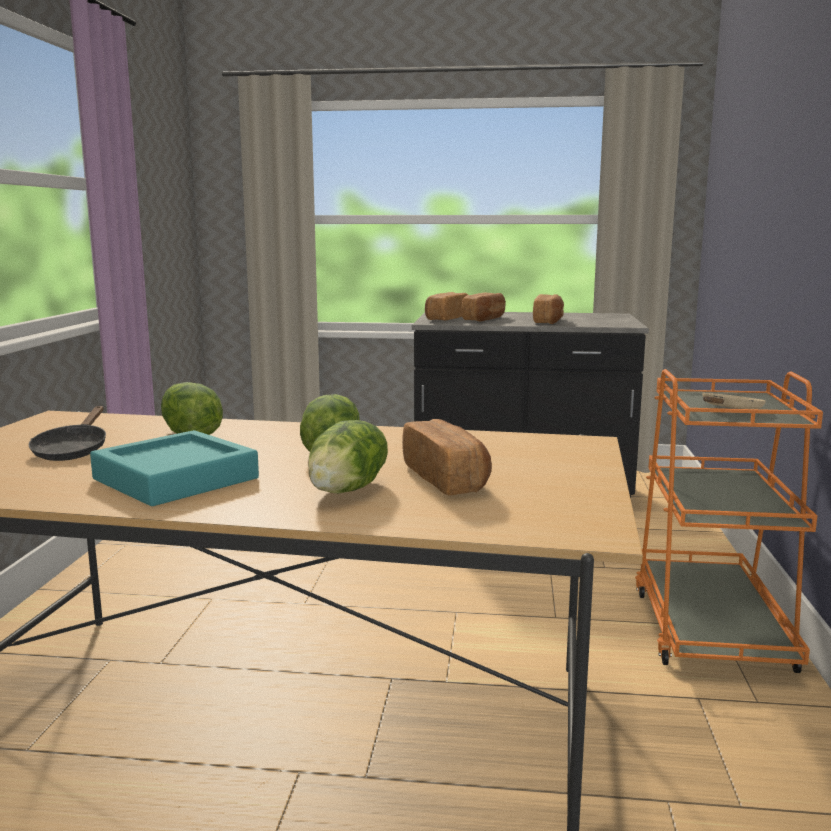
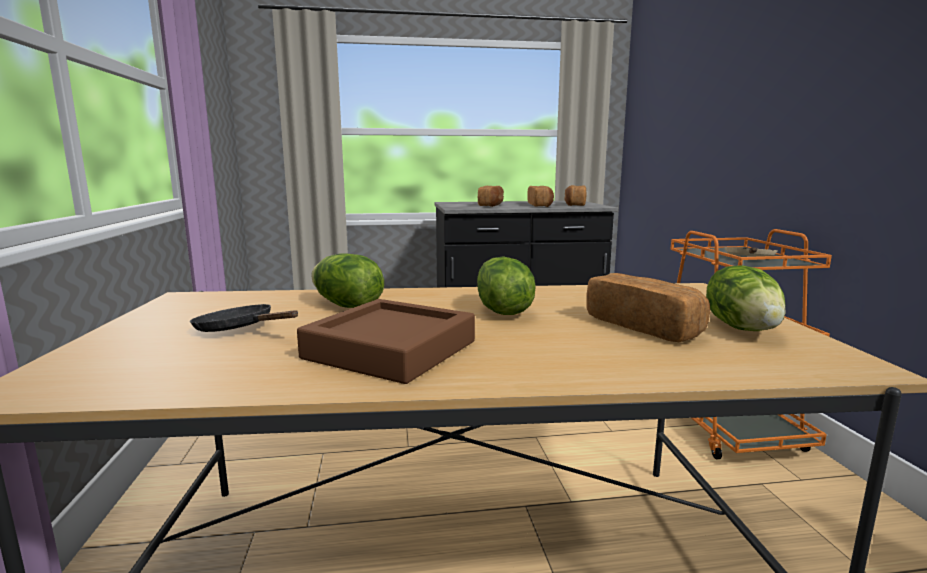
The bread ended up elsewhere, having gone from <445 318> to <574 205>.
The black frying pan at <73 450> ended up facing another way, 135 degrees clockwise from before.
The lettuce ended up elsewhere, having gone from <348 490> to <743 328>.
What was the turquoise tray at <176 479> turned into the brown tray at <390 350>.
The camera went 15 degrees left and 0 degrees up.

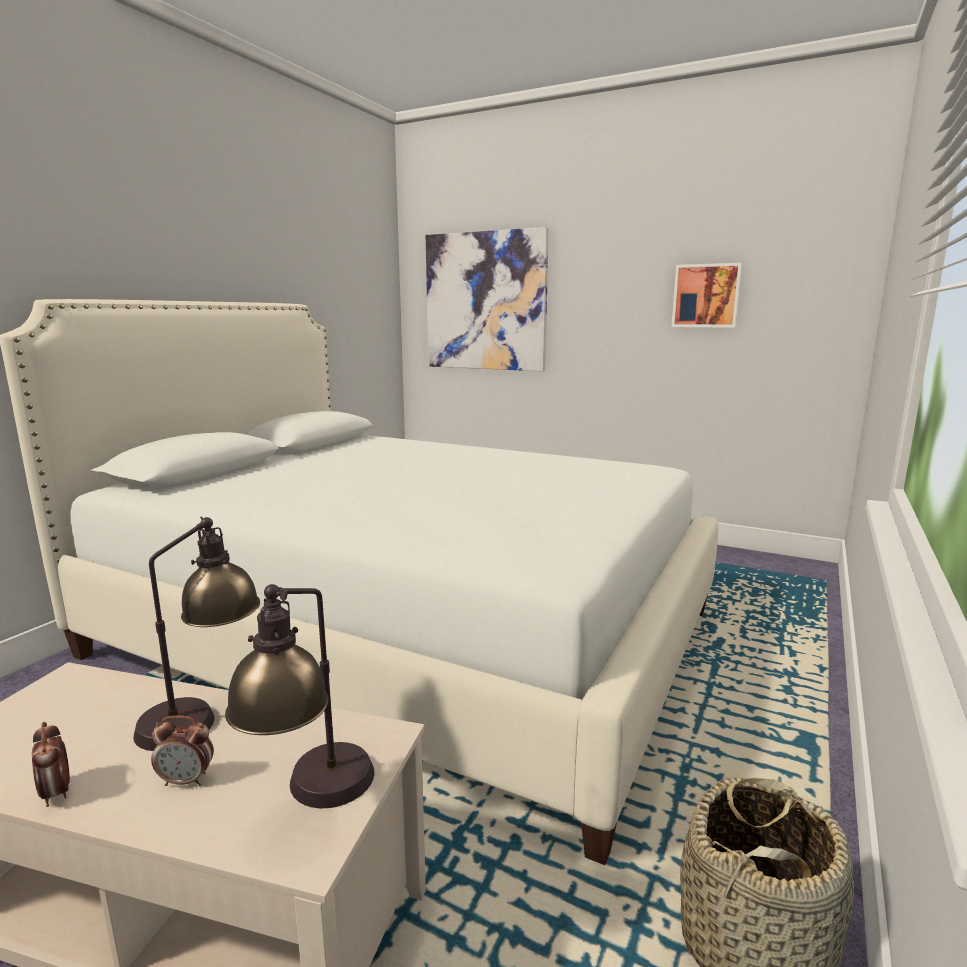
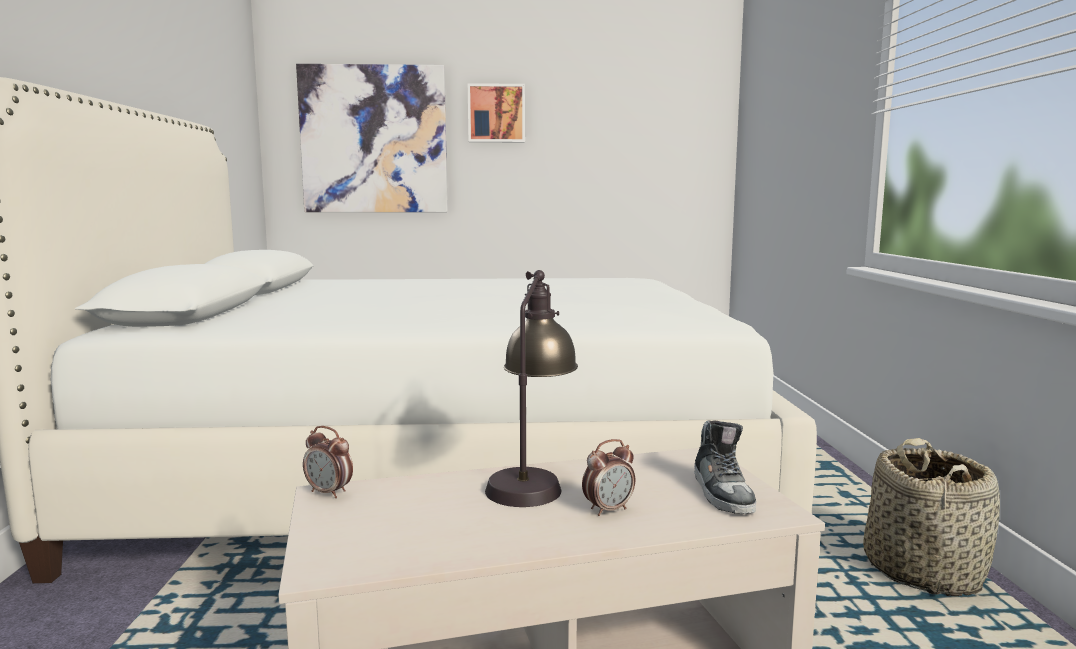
The picture ended up elsewhere, having gone from <706 296> to <496 113>.
Where the table lamp stood at <312 800>, the shoe came to stand at <722 493>.
The alarm clock ended up elsewhere, having gone from <56 793> to <329 493>.
The camera went 30 degrees left and 5 degrees down.

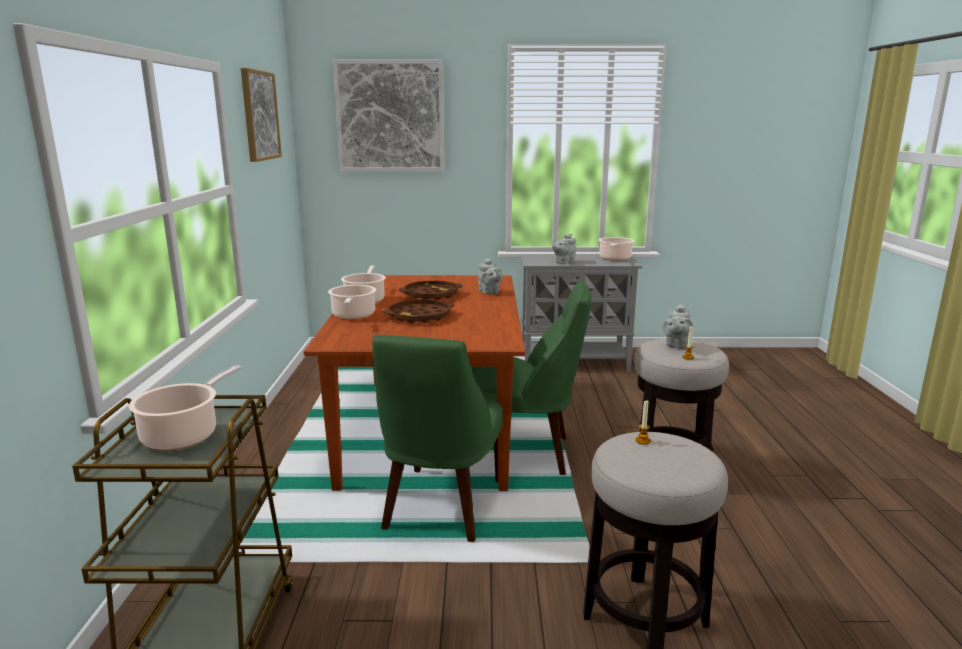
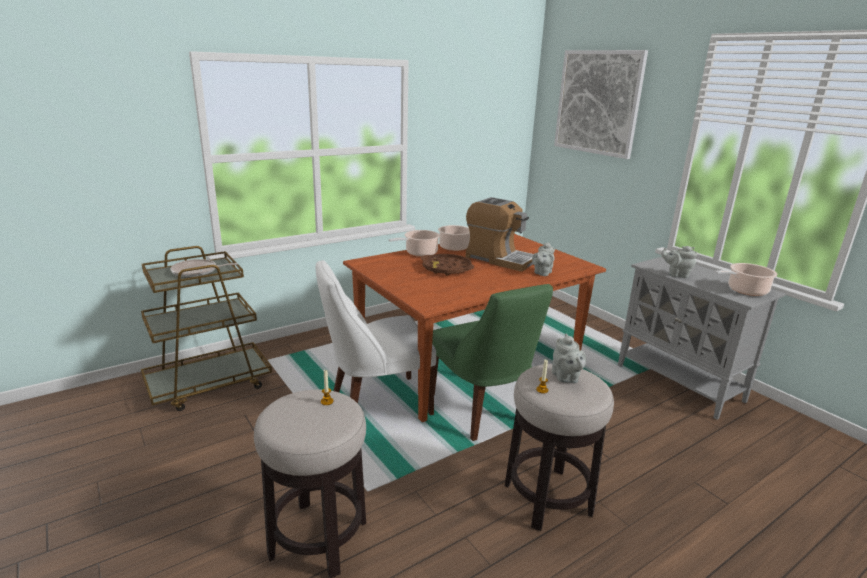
The second view lost the picture at <259 115>.
Where the brown tray stood at <431 295>, the coffee machine came to stand at <499 259>.
The grey teapot at <676 345> ended up facing another way, 90 degrees counterclockwise from before.
What was the green chair at <441 507> turned into the white chair at <376 403>.
Where the cooking pot stood at <184 434>, the frying pan came to stand at <197 272>.
The camera went 55 degrees right and 5 degrees up.

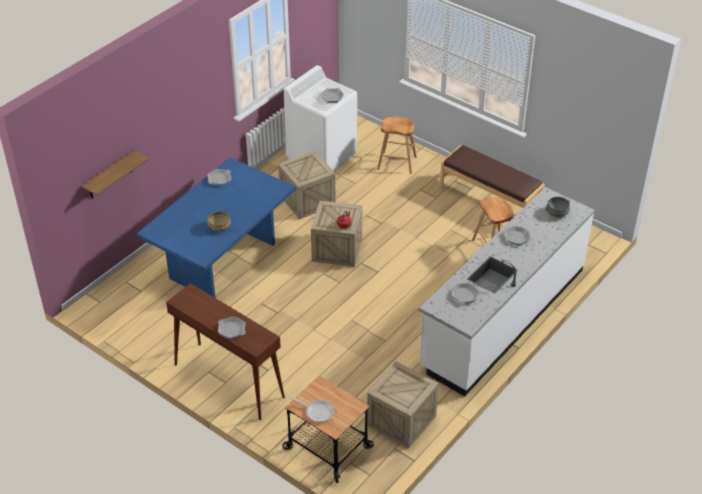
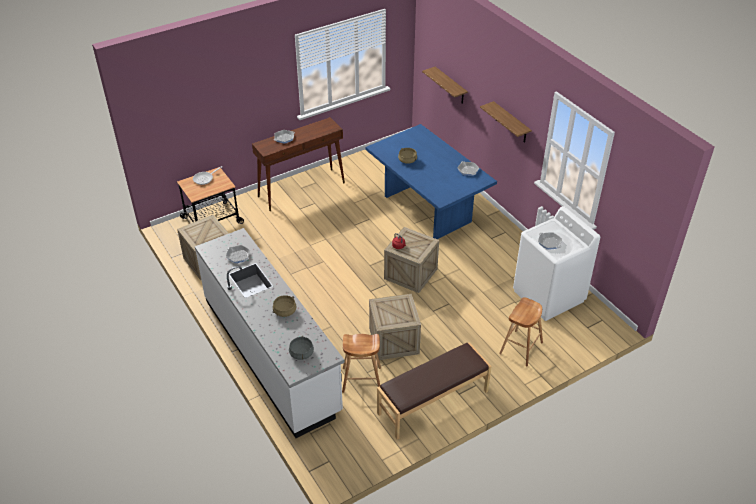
The crate ended up elsewhere, having gone from <307 200> to <394 341>.
Where the frying pan stood at <516 237>, the beige cooking pot came to stand at <284 311>.
The second view gained the shelf at <511 123>.
The camera went 110 degrees right and 0 degrees up.

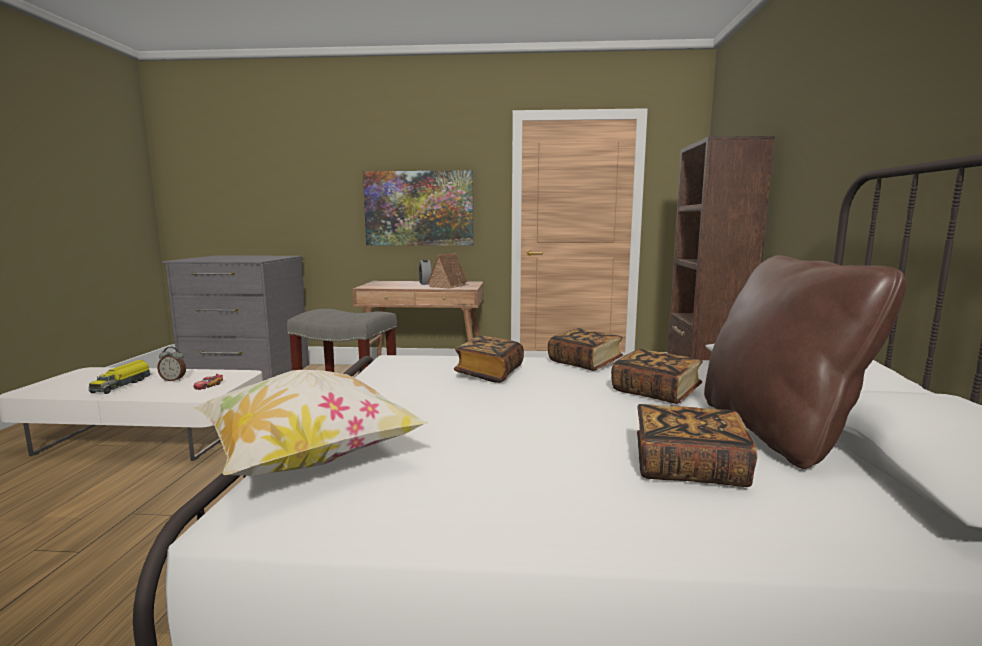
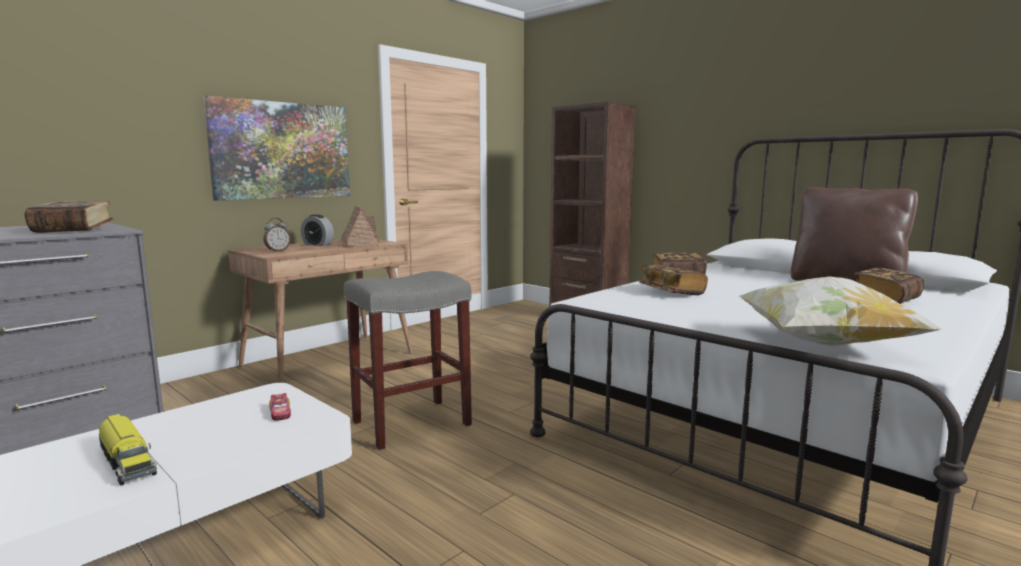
The alarm clock ended up elsewhere, having gone from <174 380> to <277 251>.
The book ended up elsewhere, having gone from <655 392> to <73 230>.
The camera went 50 degrees left and 0 degrees up.

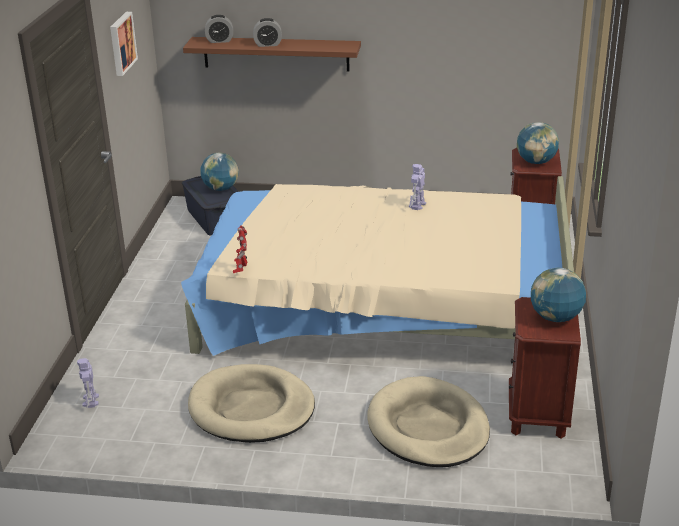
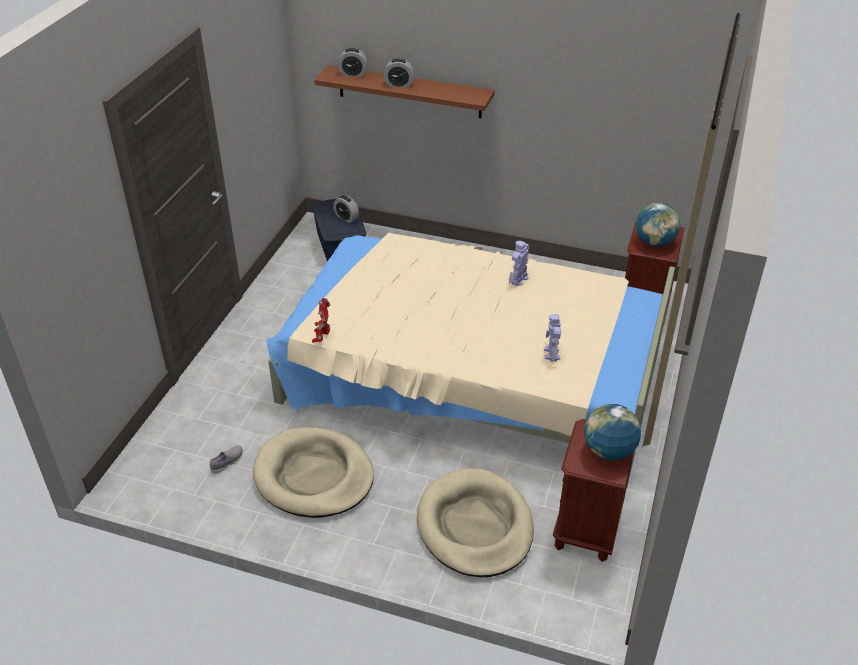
The second view lost the picture at <121 43>.
Where the globe stood at <221 188>, the alarm clock came to stand at <346 218>.
The toy robot ended up elsewhere, having gone from <90 401> to <551 354>.
The second view gained the grey shoe at <227 463>.
The camera went 10 degrees right and 10 degrees up.

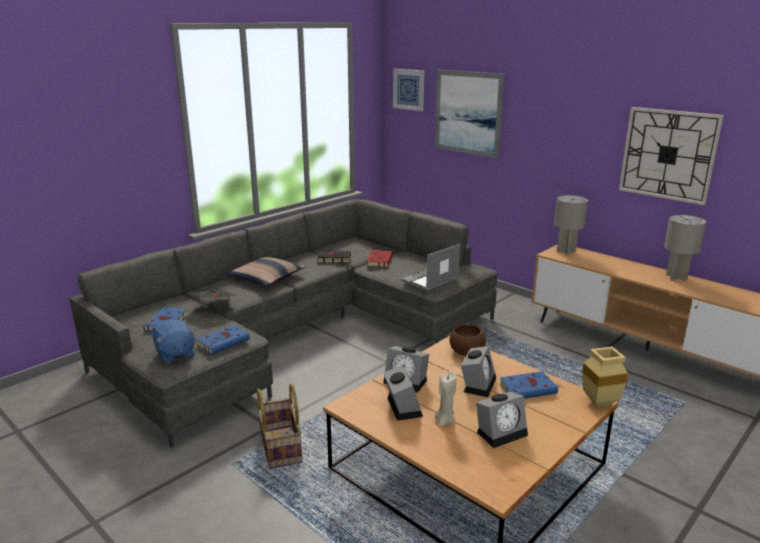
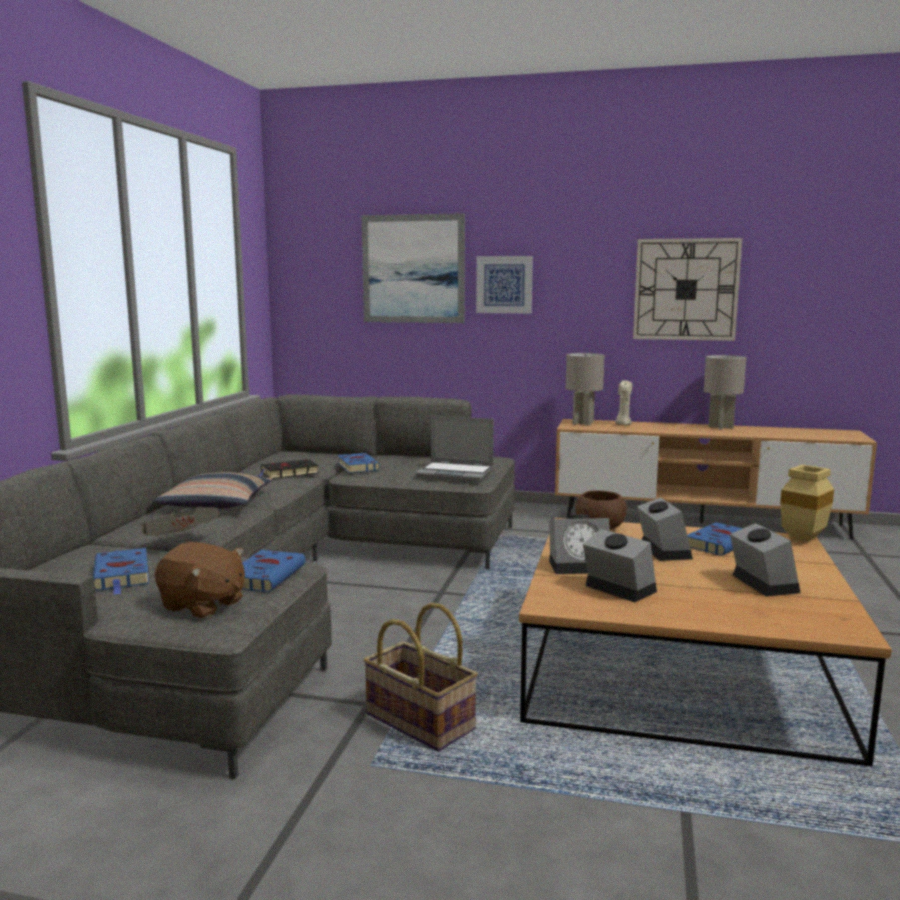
The picture ended up elsewhere, having gone from <409 89> to <504 284>.
The laptop at <430 281> ended up facing another way, 90 degrees counterclockwise from before.
What was the red book at <380 260> turned into the blue book at <357 466>.
What was the blue plush toy at <175 354> turned into the brown plush toy at <203 605>.
The beige candle ended up elsewhere, having gone from <445 420> to <623 424>.
The alarm clock at <501 432> ended up facing another way, 45 degrees counterclockwise from before.
The camera went 30 degrees left and 10 degrees down.

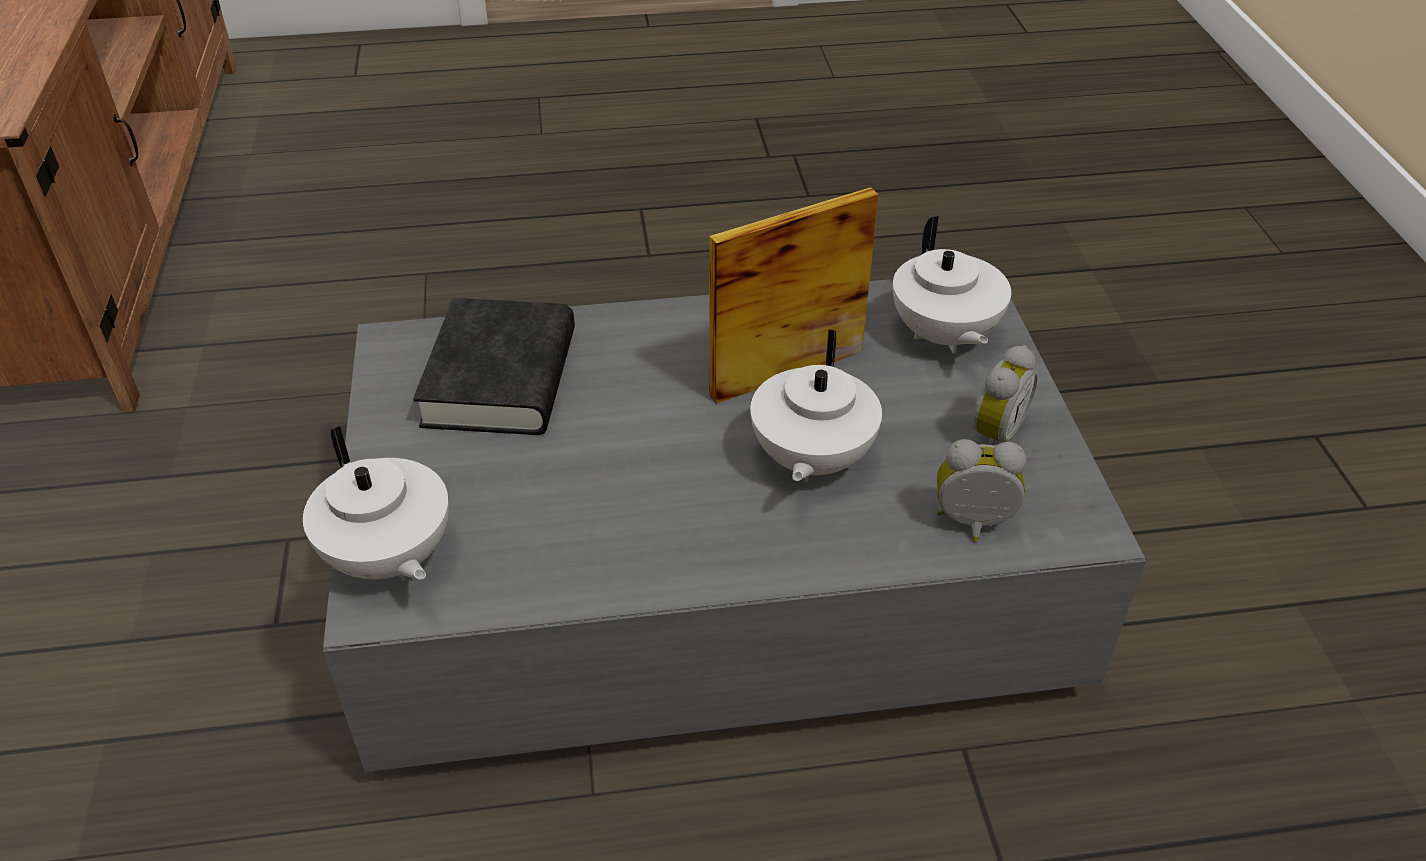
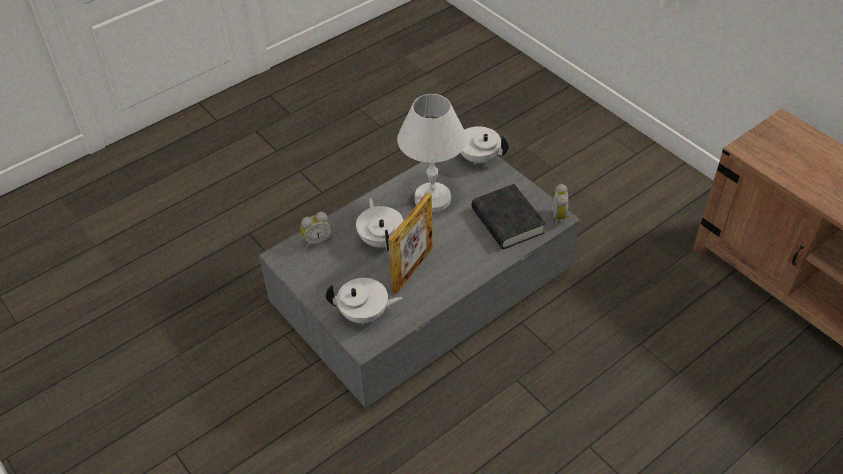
The white teapot at <943 336> ended up facing another way, 135 degrees clockwise from before.
The alarm clock ended up elsewhere, having gone from <992 434> to <560 216>.
The second view gained the white table lamp at <433 199>.
The camera went 150 degrees right and 5 degrees up.

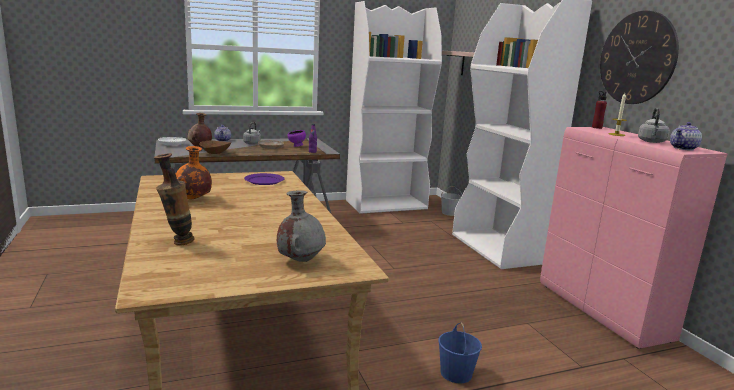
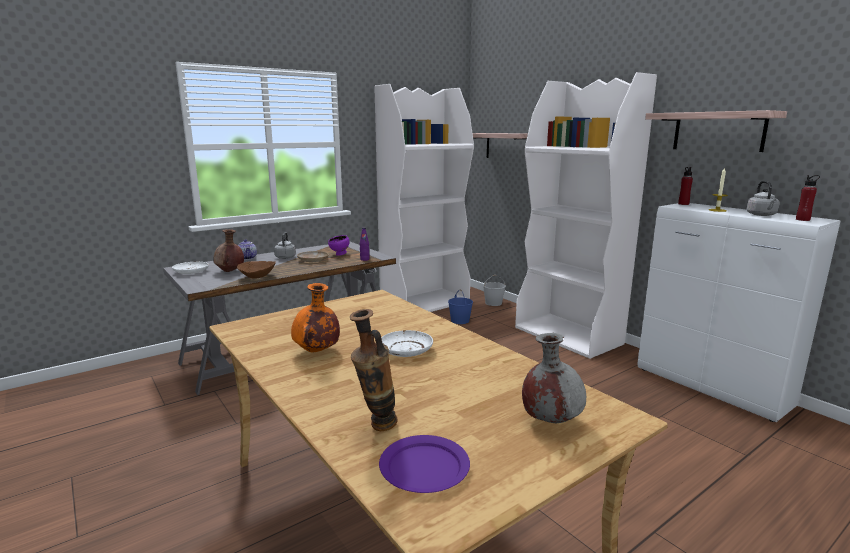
Where the wall clock hung at <637 58>, the shelf came to hang at <718 131>.
Where the teapot stood at <684 148>, the red bottle came to stand at <803 220>.
What was the pink cabinet at <602 312> turned into the white cabinet at <712 388>.
The purple plate ended up elsewhere, having gone from <264 181> to <425 467>.
The blue bucket ended up elsewhere, having gone from <456 373> to <460 320>.
The second view gained the white plate at <406 350>.
The camera went 15 degrees left and 0 degrees up.

